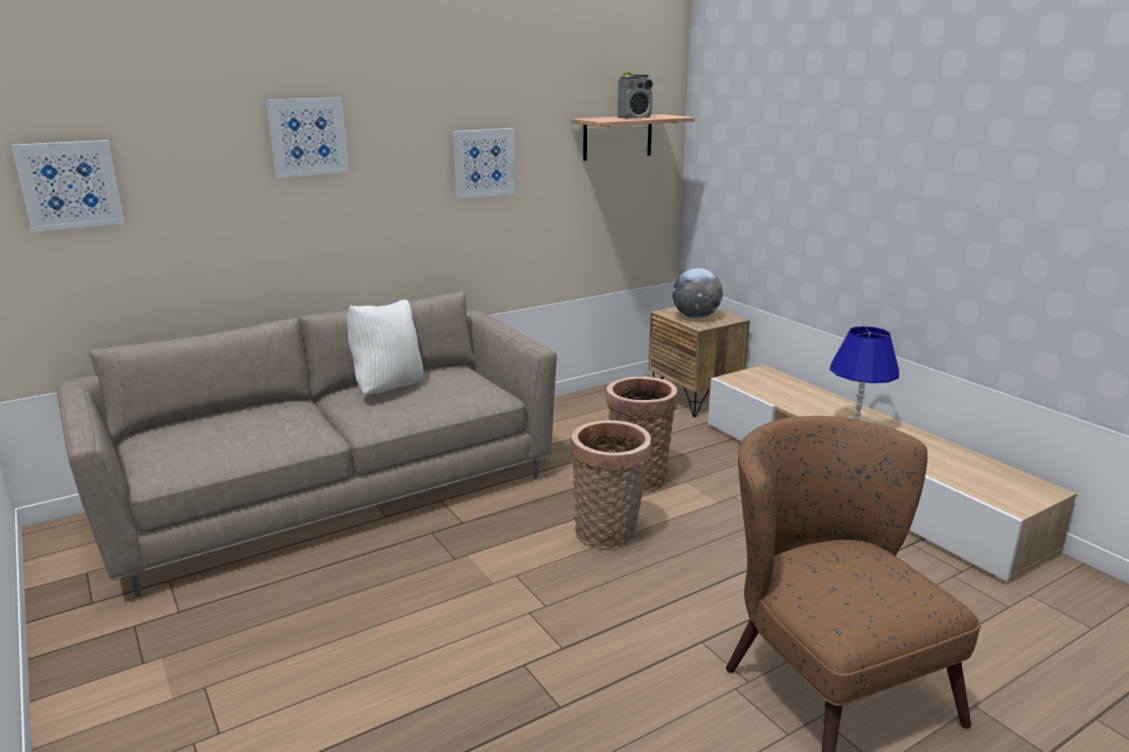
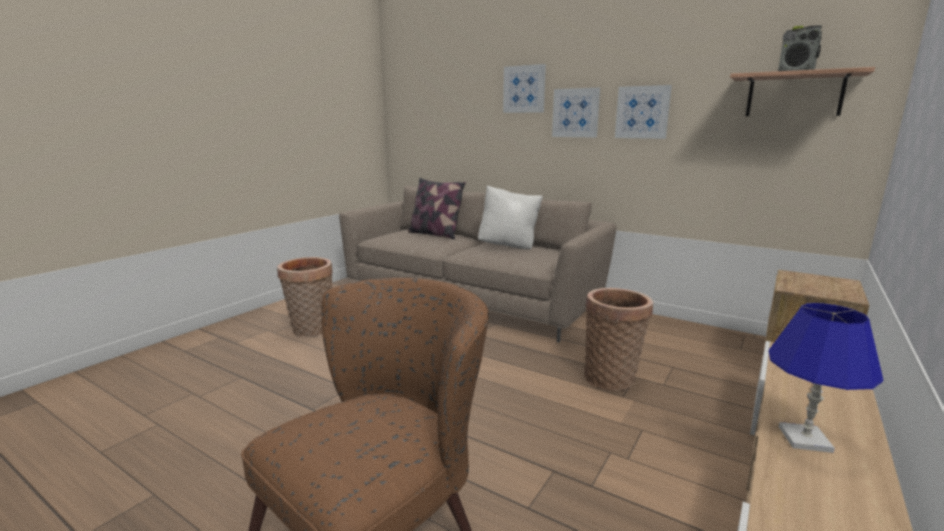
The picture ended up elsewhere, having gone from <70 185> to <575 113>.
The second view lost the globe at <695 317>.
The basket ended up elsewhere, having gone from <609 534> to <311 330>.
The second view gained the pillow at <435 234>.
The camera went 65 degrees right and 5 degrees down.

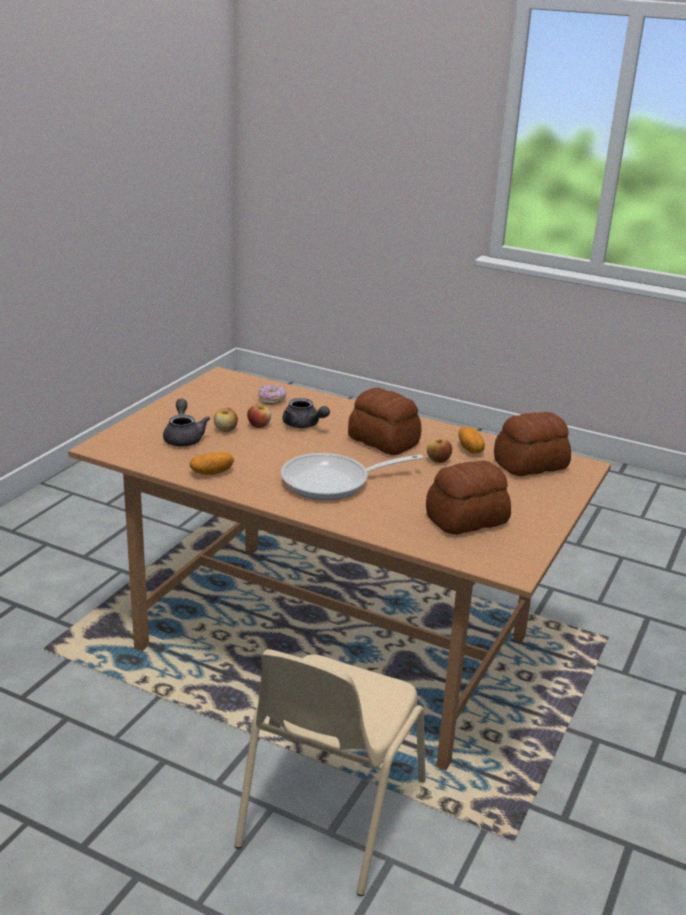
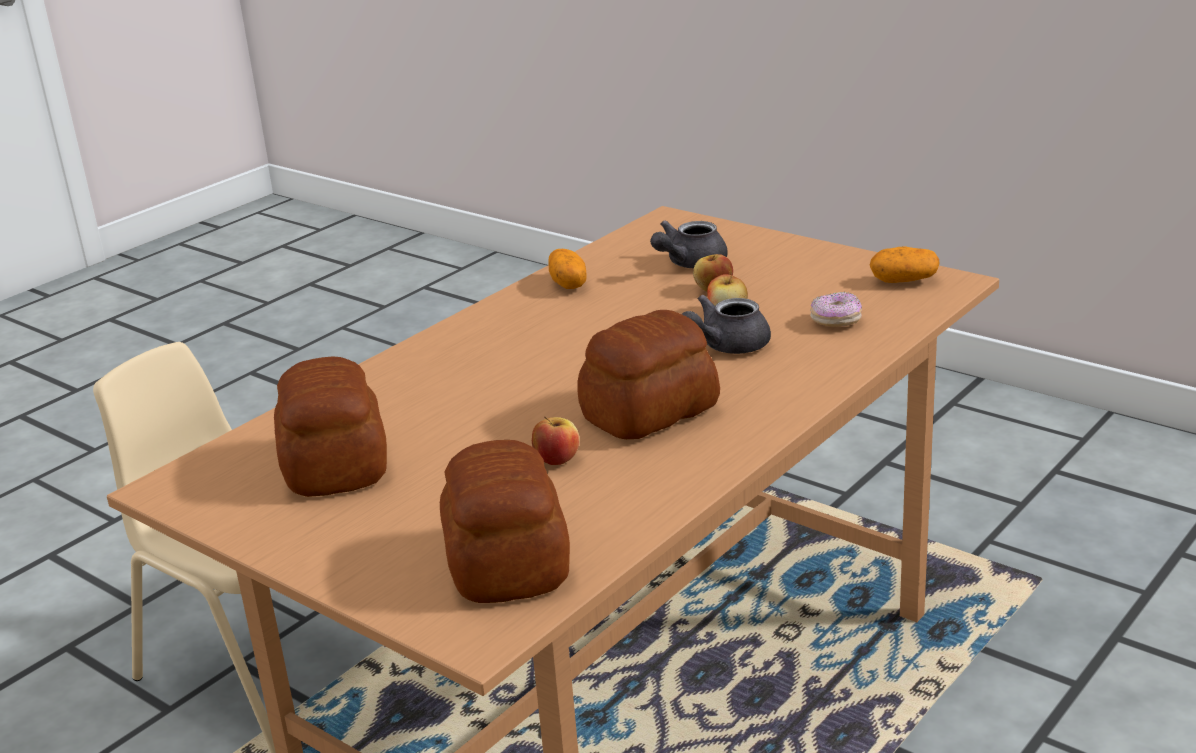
The grey teapot at <184 437> ended up facing another way, 135 degrees clockwise from before.
The potato ended up elsewhere, having gone from <470 449> to <904 281>.
The second view lost the frying pan at <333 482>.
The camera went 105 degrees right and 0 degrees up.

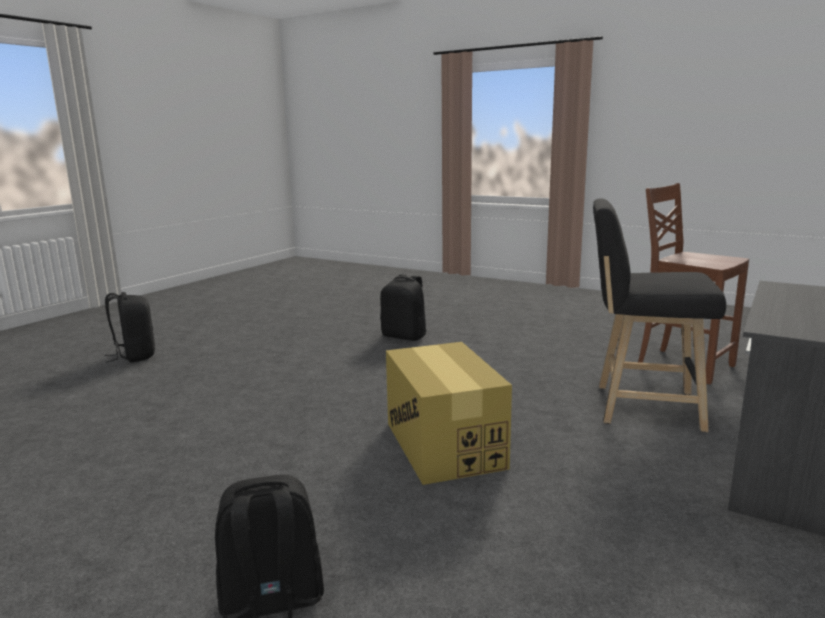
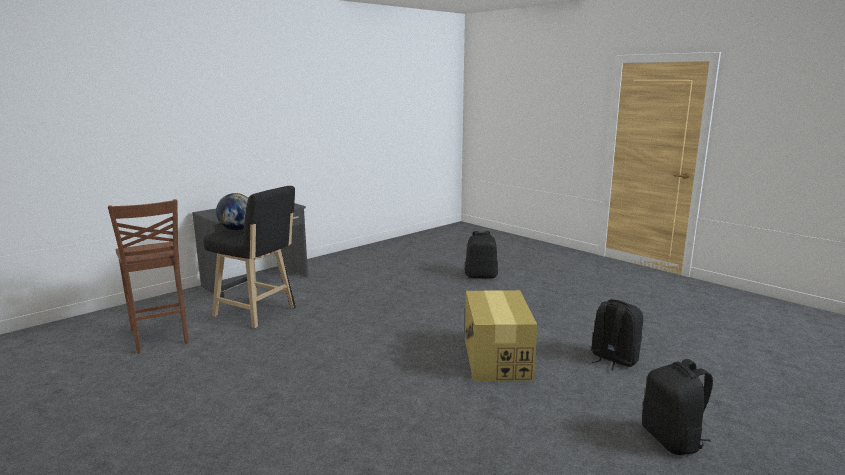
The black backpack ended up elsewhere, having gone from <405 336> to <613 359>.
The cardboard box ended up elsewhere, having gone from <444 445> to <496 358>.
The second view gained the globe at <237 229>.
The camera went 165 degrees left and 0 degrees up.

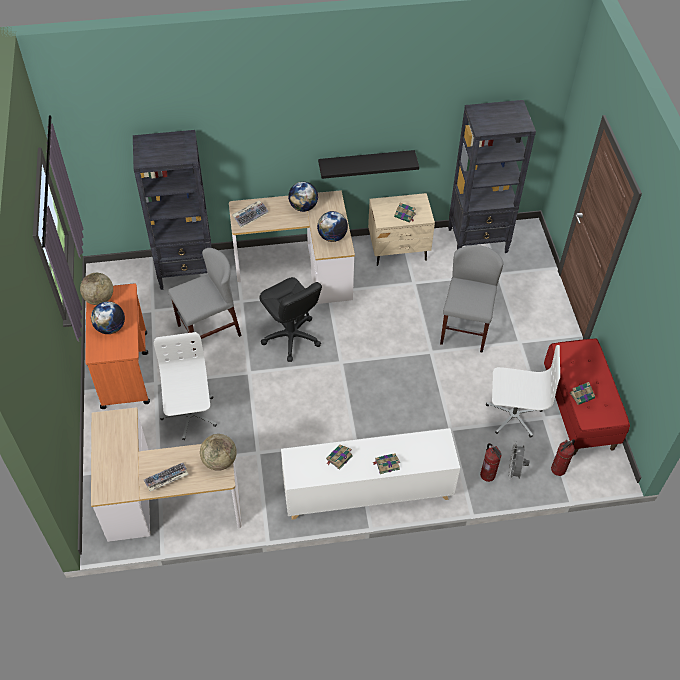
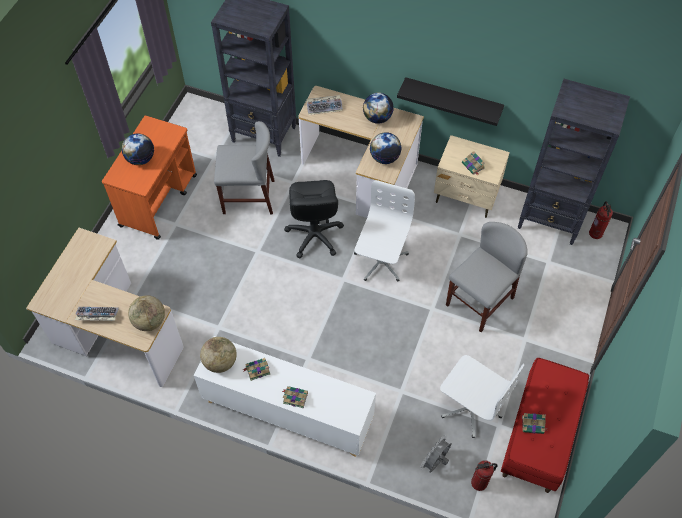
The globe ended up elsewhere, having gone from <99 299> to <220 362>.
The white office chair ended up elsewhere, having gone from <190 415> to <380 261>.
The fire extinguisher ended up elsewhere, having gone from <488 475> to <596 233>.
The camera went 30 degrees right and 5 degrees up.

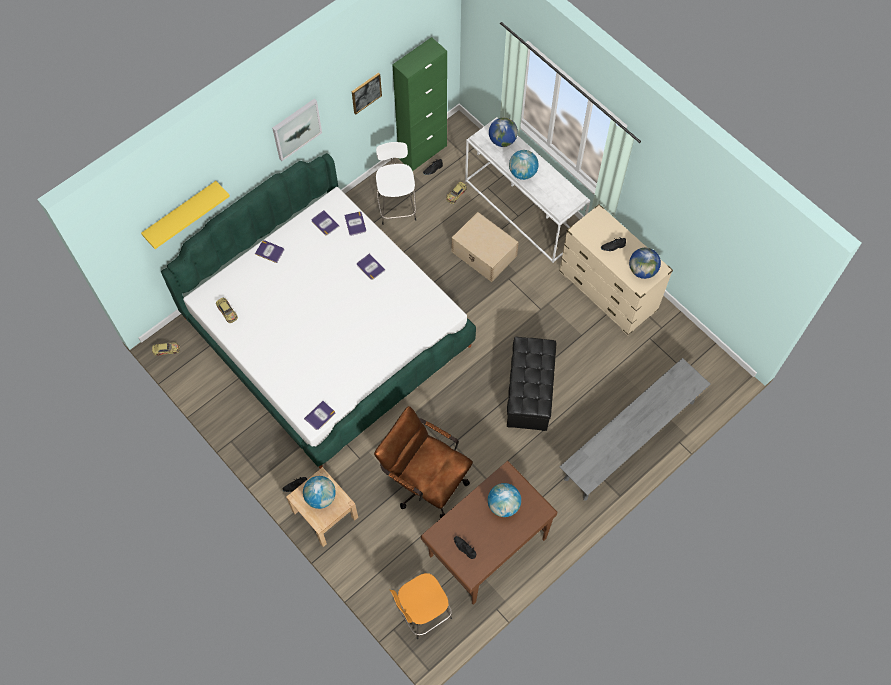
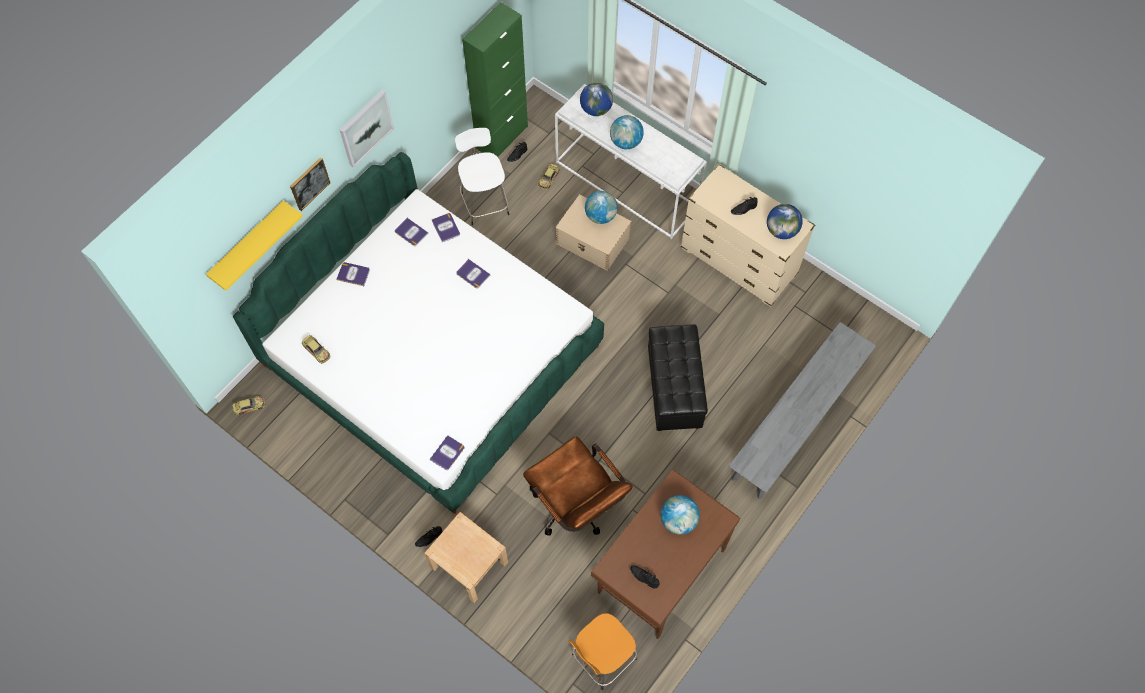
The picture ended up elsewhere, having gone from <366 92> to <309 183>.
The brown office chair at <425 481> ended up facing another way, 150 degrees counterclockwise from before.
The globe ended up elsewhere, having gone from <320 497> to <600 216>.
The camera went 10 degrees left and 0 degrees up.

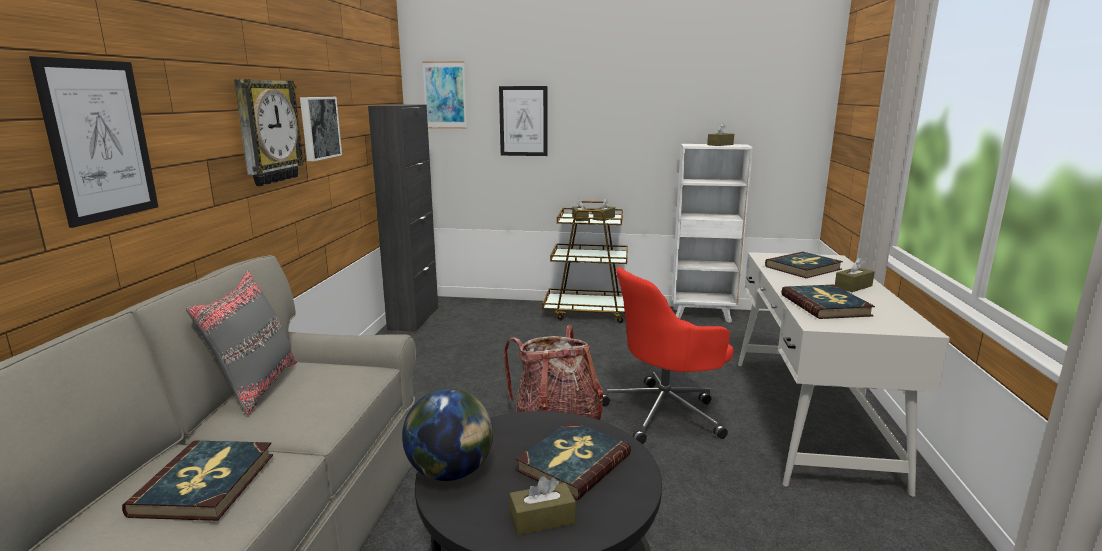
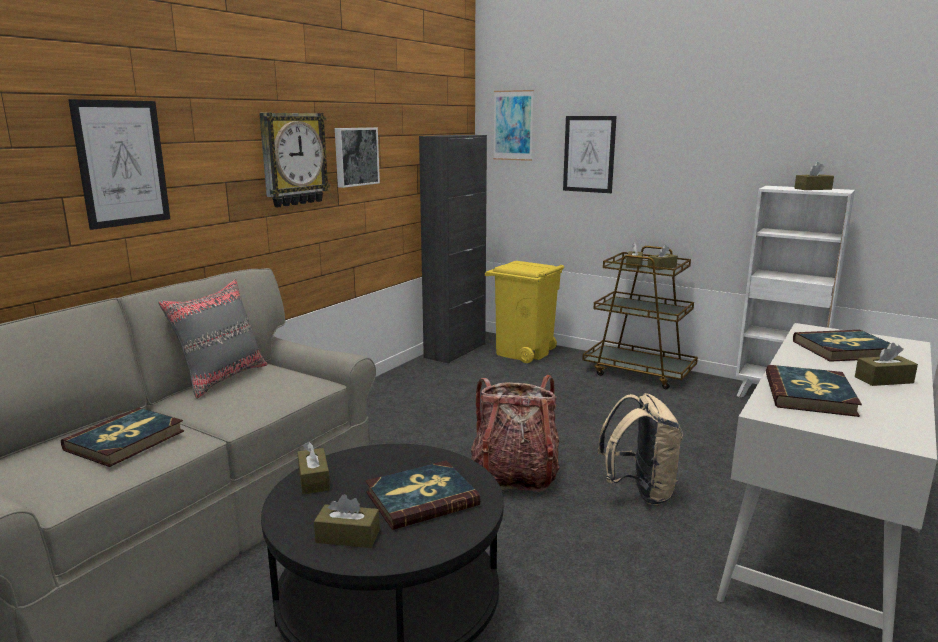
Where the red office chair stood at <665 413>, the beige backpack came to stand at <639 491>.
Where the globe stood at <451 472>, the brown tissue box came to stand at <314 480>.
The second view gained the yellow trash can at <523 353>.
The camera went 25 degrees right and 0 degrees up.

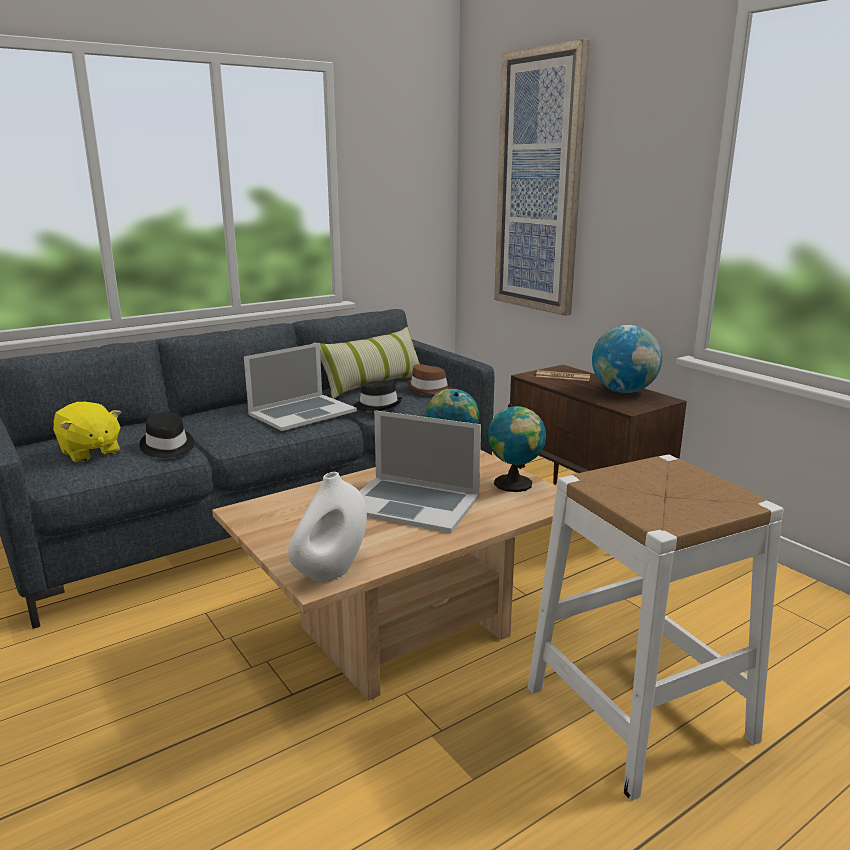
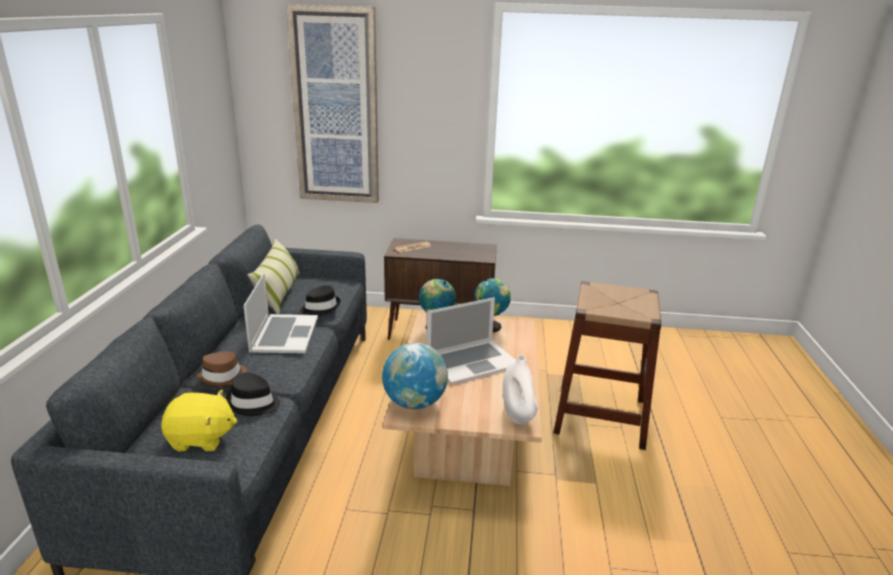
The globe ended up elsewhere, having gone from <623 391> to <415 403>.
The brown hat ended up elsewhere, having gone from <429 389> to <223 377>.
What was the white stool at <639 713> turned into the brown stool at <600 415>.
The camera went 50 degrees left and 5 degrees up.

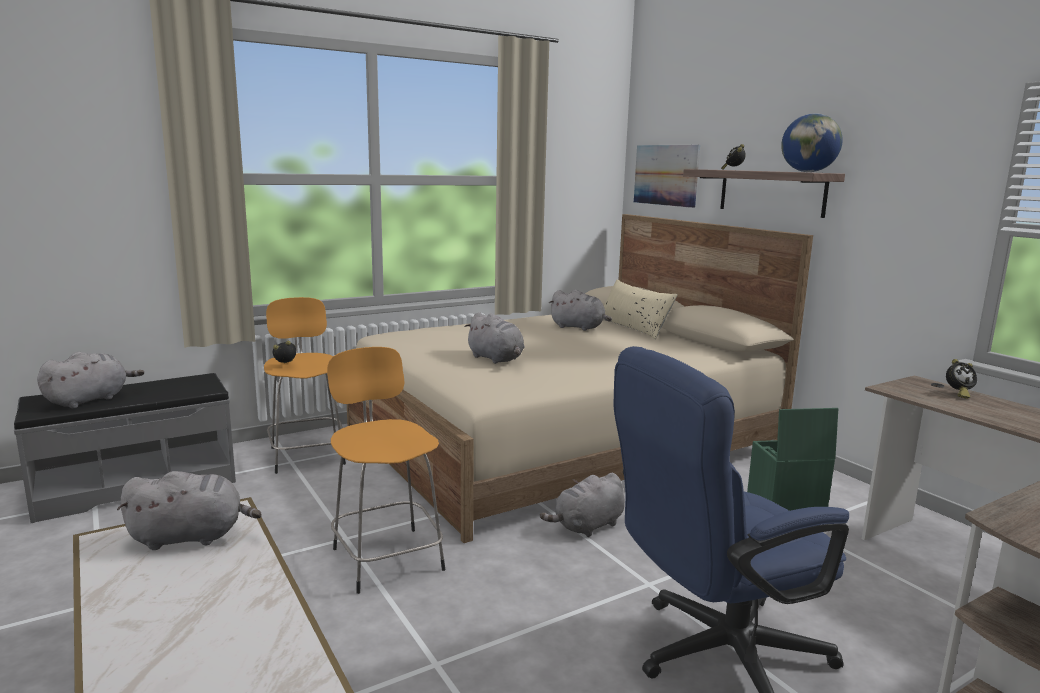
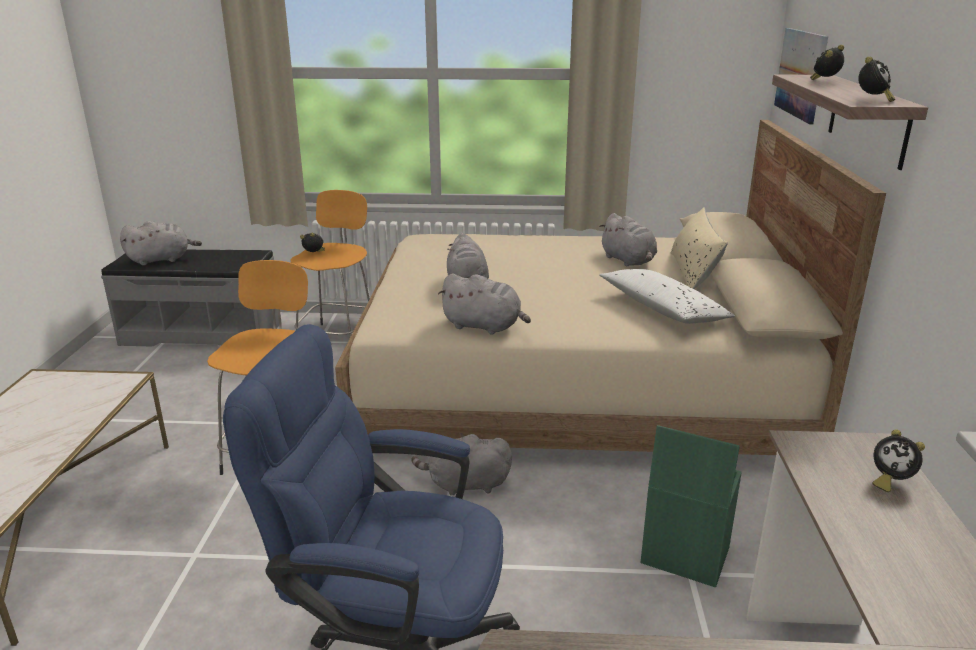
Where the globe stood at <807 172>, the alarm clock came to stand at <872 100>.
The grey plush toy ended up elsewhere, having gone from <192 537> to <484 326>.
The second view gained the white pillow at <662 309>.
The camera went 35 degrees right and 10 degrees up.

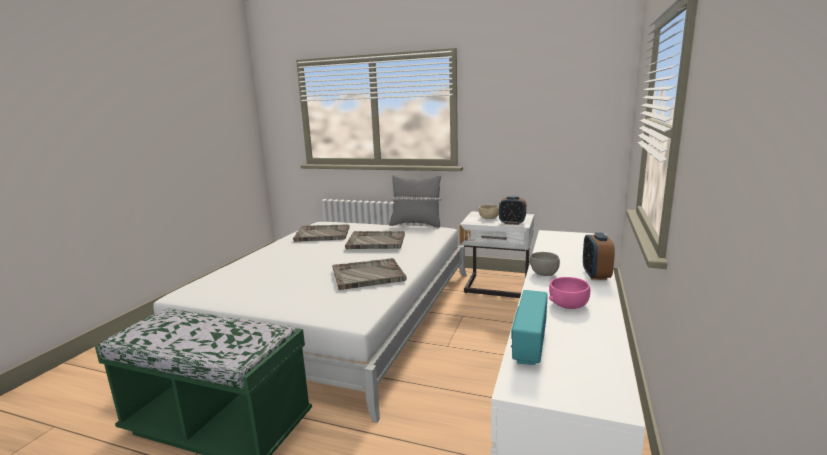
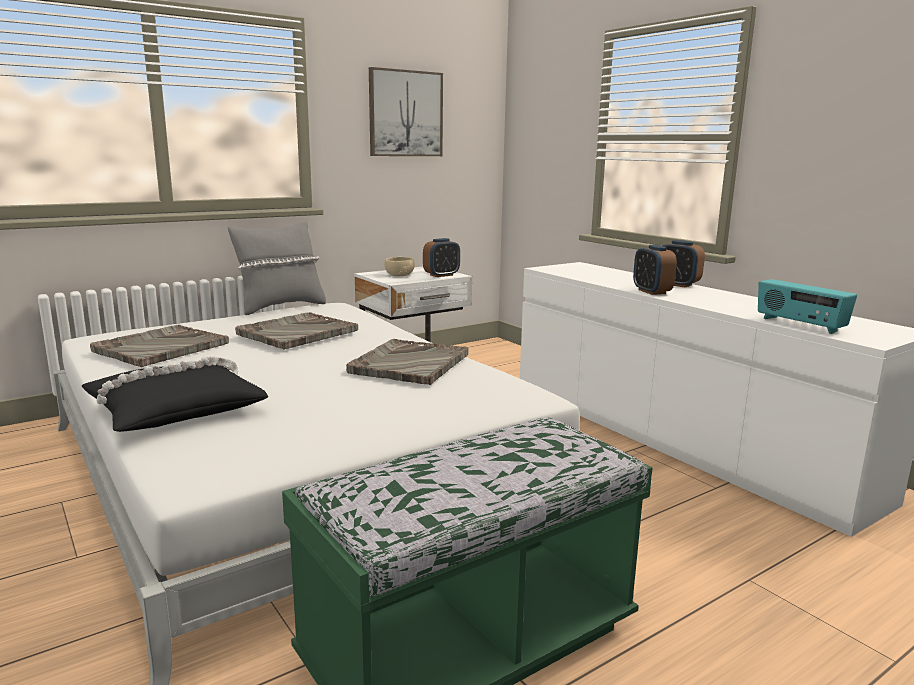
Where the grey bowl stood at <544 274>, the alarm clock came to stand at <651 292>.
The second view lost the pink bowl at <568 304>.
The second view gained the picture at <405 114>.
The second view gained the black pillow at <174 409>.
The camera went 55 degrees left and 0 degrees up.

